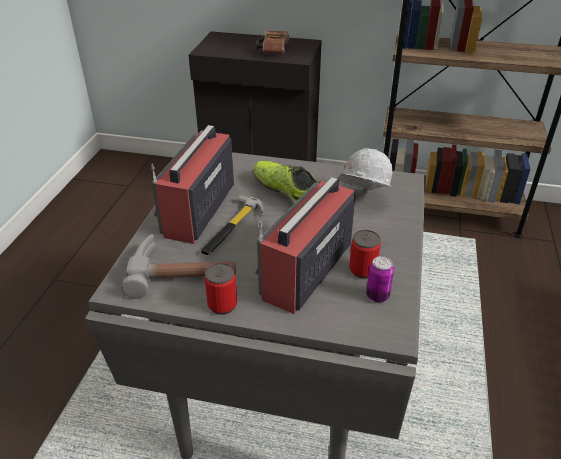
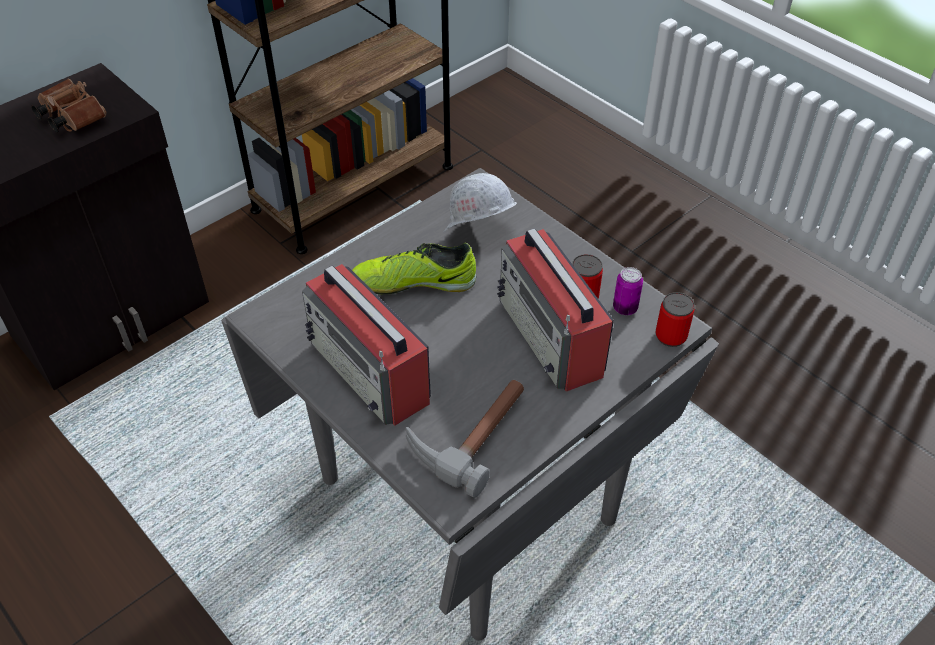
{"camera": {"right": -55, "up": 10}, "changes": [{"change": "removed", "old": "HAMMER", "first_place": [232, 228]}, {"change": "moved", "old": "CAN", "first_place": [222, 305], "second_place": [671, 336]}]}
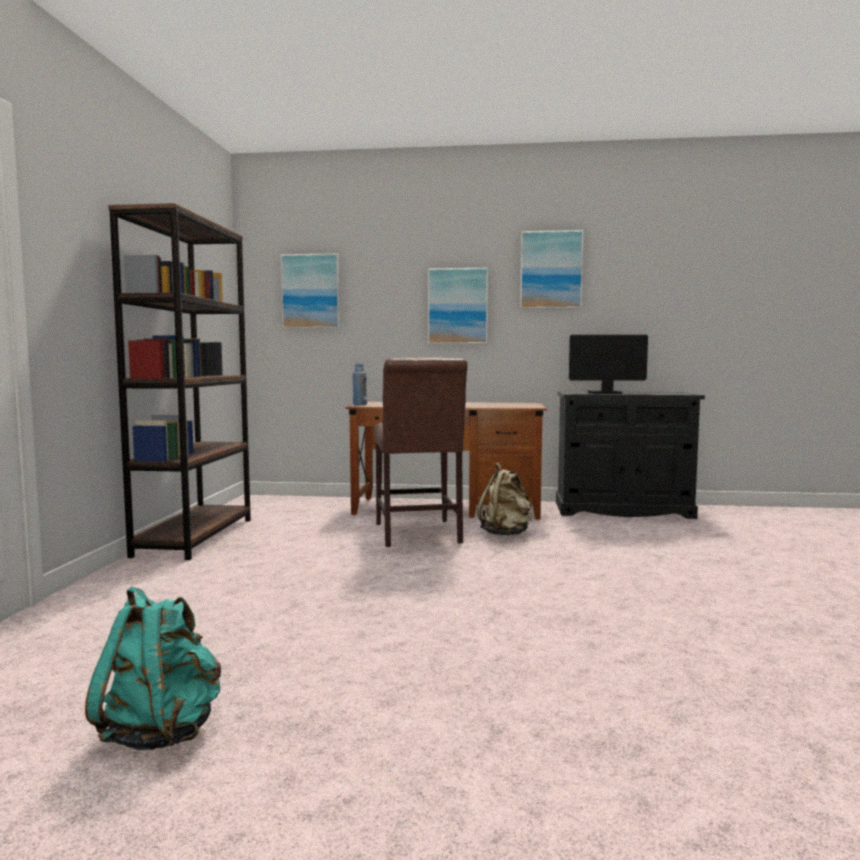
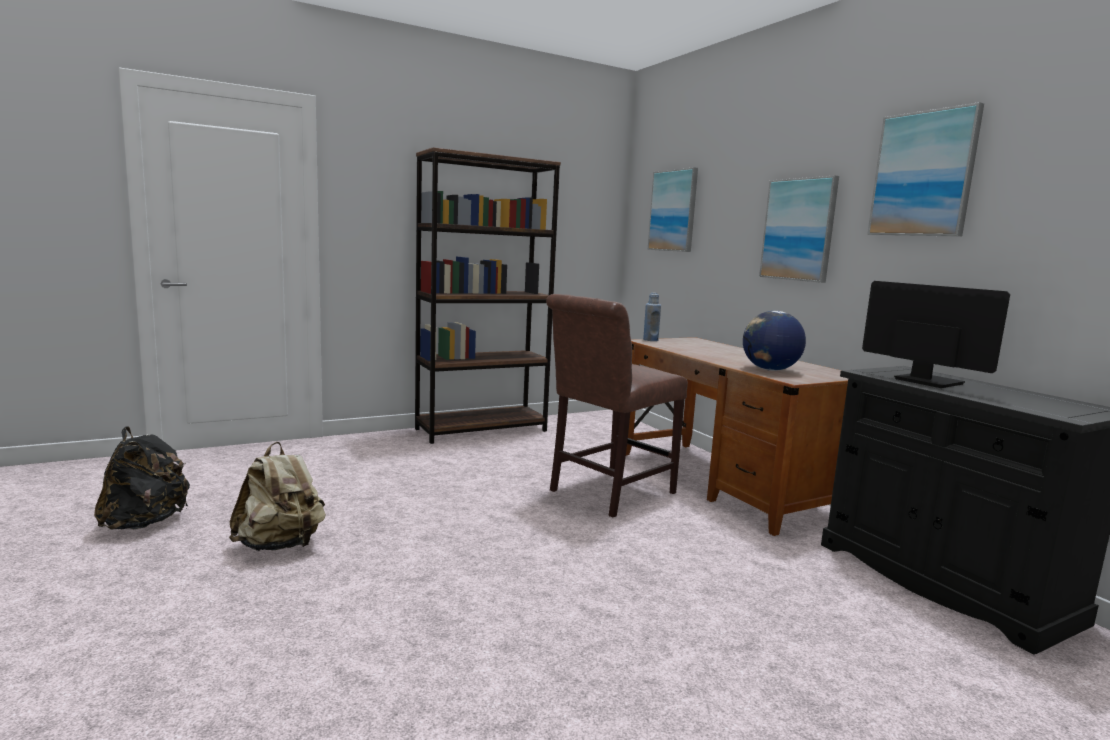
{"camera": {"right": 55, "up": 5}, "changes": [{"change": "added", "new": "GLOBE", "second_place": [770, 370]}, {"change": "moved", "old": "BEIGE BACKPACK", "first_place": [506, 534], "second_place": [280, 545]}, {"change": "recoloured", "old": "TURQUOISE BACKPACK", "new": "BLACK BACKPACK", "first_place": [161, 731], "second_place": [145, 523]}]}
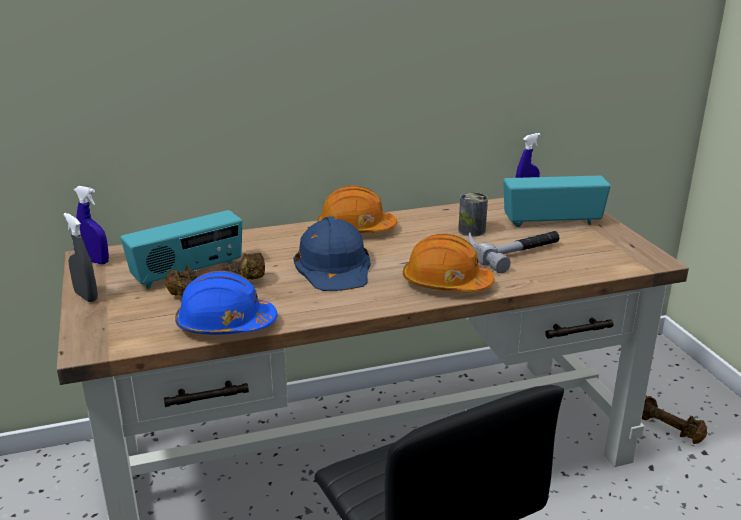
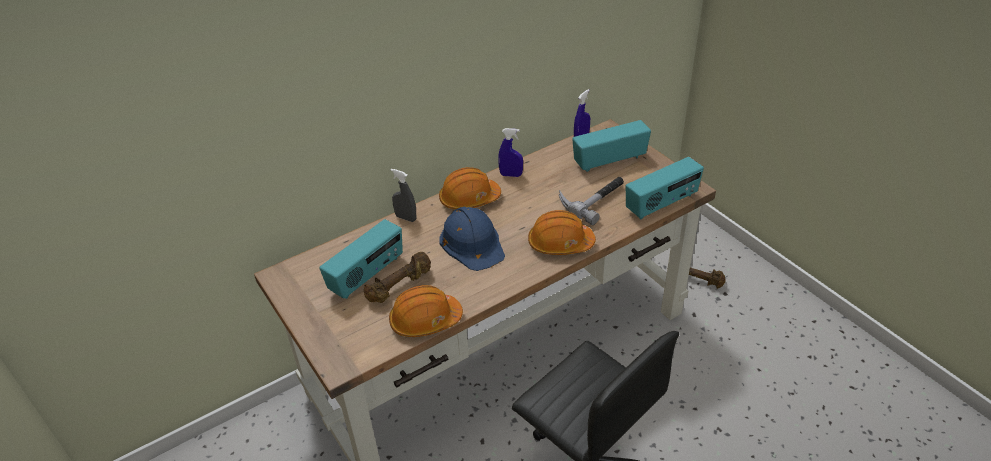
{"camera": {"right": -15, "up": 15}, "changes": [{"change": "removed", "old": "CAN", "first_place": [471, 231]}, {"change": "added", "new": "RADIO", "second_place": [662, 204]}, {"change": "moved", "old": "GREY SPRAY BOTTLE", "first_place": [86, 296], "second_place": [406, 218]}, {"change": "moved", "old": "BLUE SPRAY BOTTLE", "first_place": [95, 261], "second_place": [511, 175]}, {"change": "recoloured", "old": "BLUE HARD HAT", "new": "ORANGE HARD HAT", "first_place": [225, 324], "second_place": [425, 320]}]}
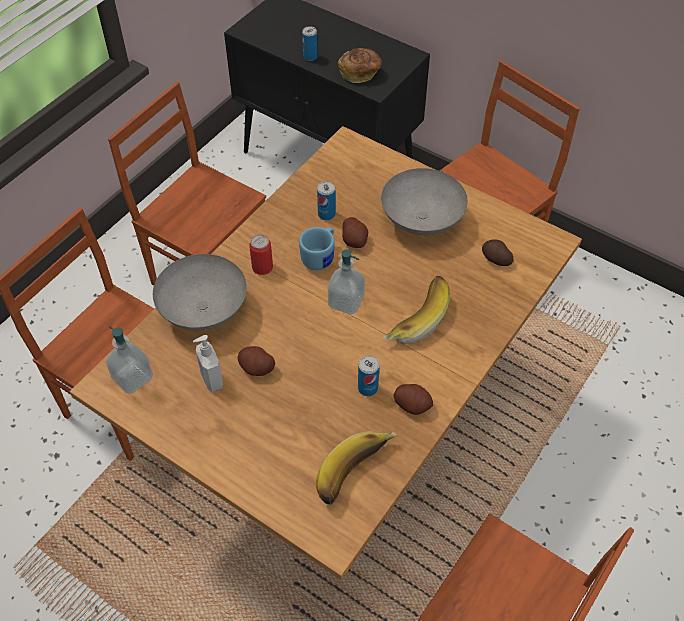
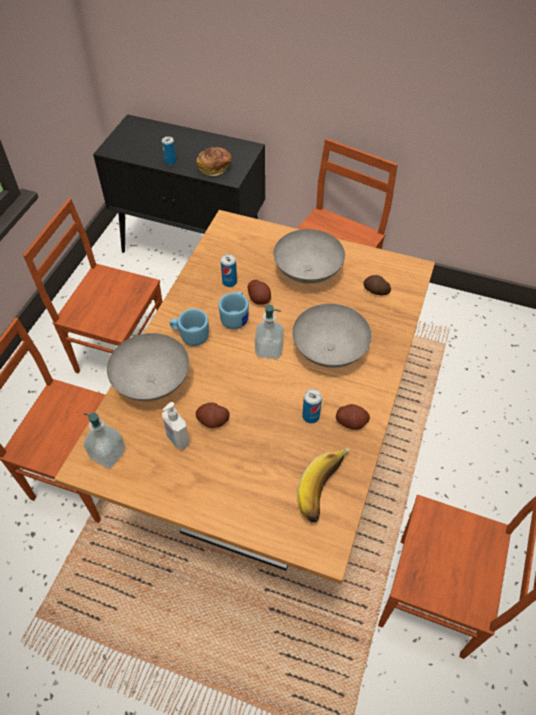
{"camera": {"right": -15, "up": 0}, "changes": [{"change": "replaced", "old": "CAN", "new": "BLUE MUG", "first_place": [262, 267], "second_place": [190, 336]}, {"change": "replaced", "old": "BANANA", "new": "GREY BOWL", "first_place": [414, 317], "second_place": [328, 350]}]}
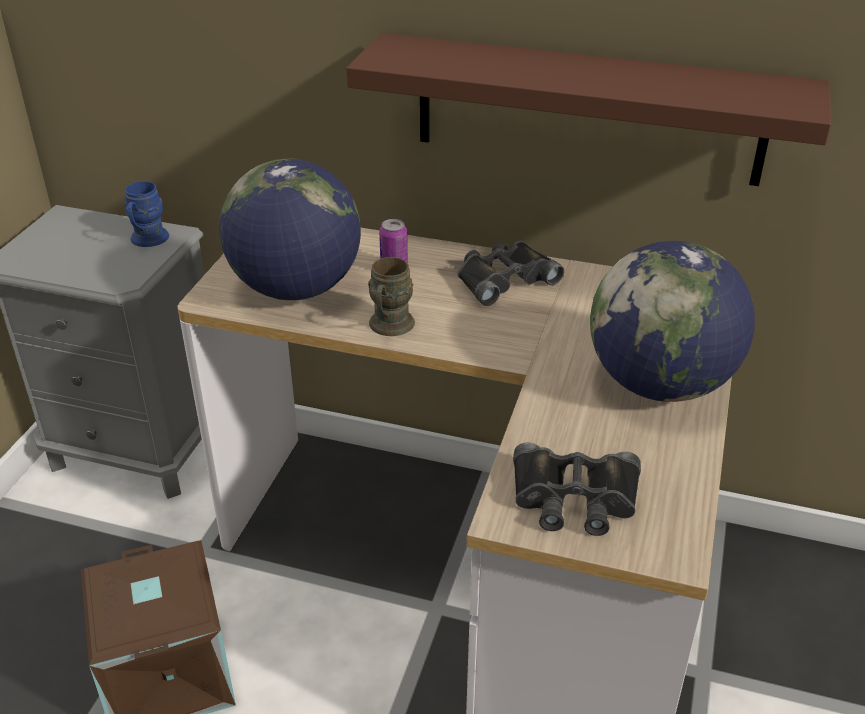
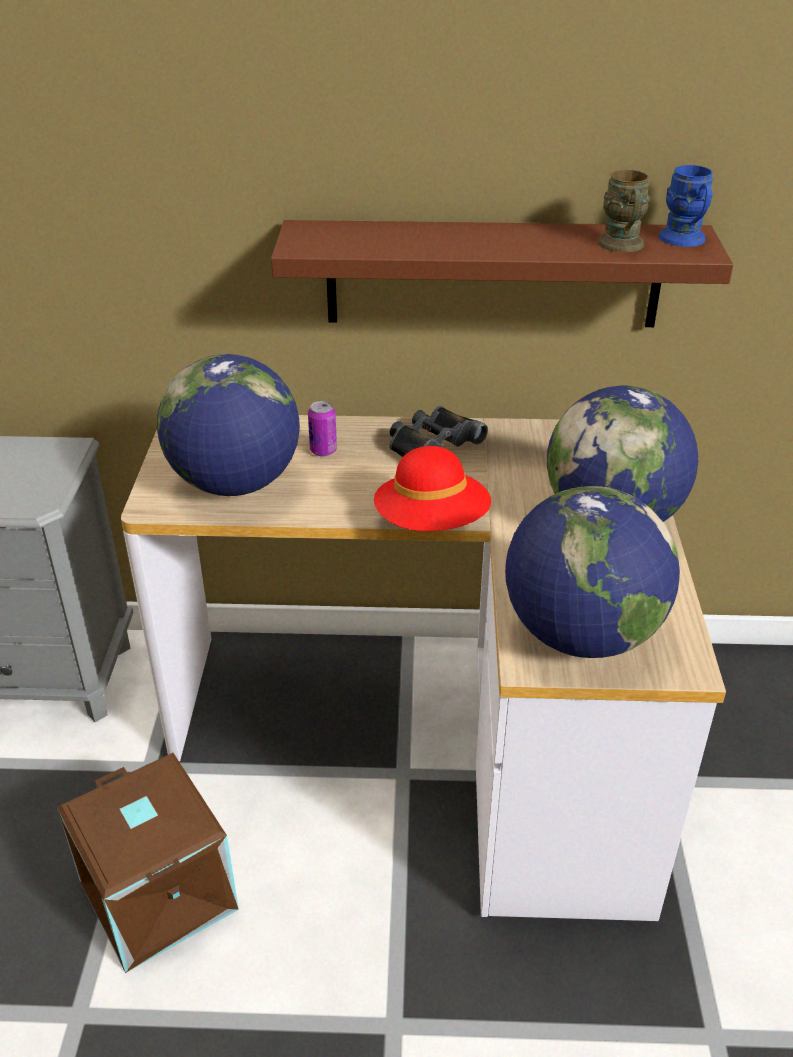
{"camera": {"right": -15, "up": 0}, "changes": [{"change": "added", "new": "RED HAT", "second_place": [432, 523]}, {"change": "moved", "old": "BLUE MUG", "first_place": [147, 241], "second_place": [685, 241]}, {"change": "moved", "old": "BROWN MUG", "first_place": [389, 328], "second_place": [622, 247]}, {"change": "replaced", "old": "BLACK BINOCULARS", "new": "GLOBE", "first_place": [574, 498], "second_place": [581, 635]}]}
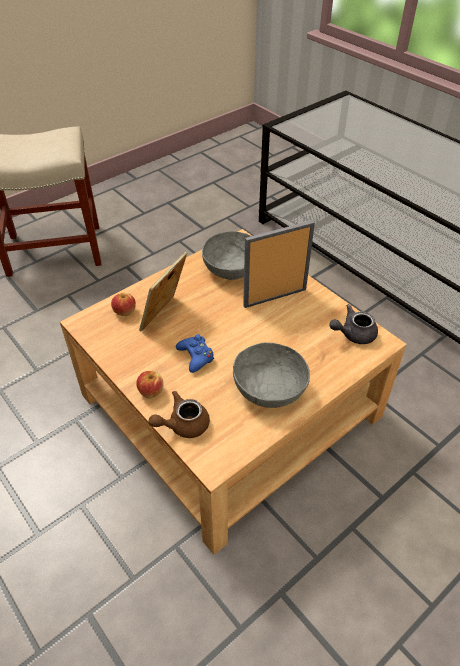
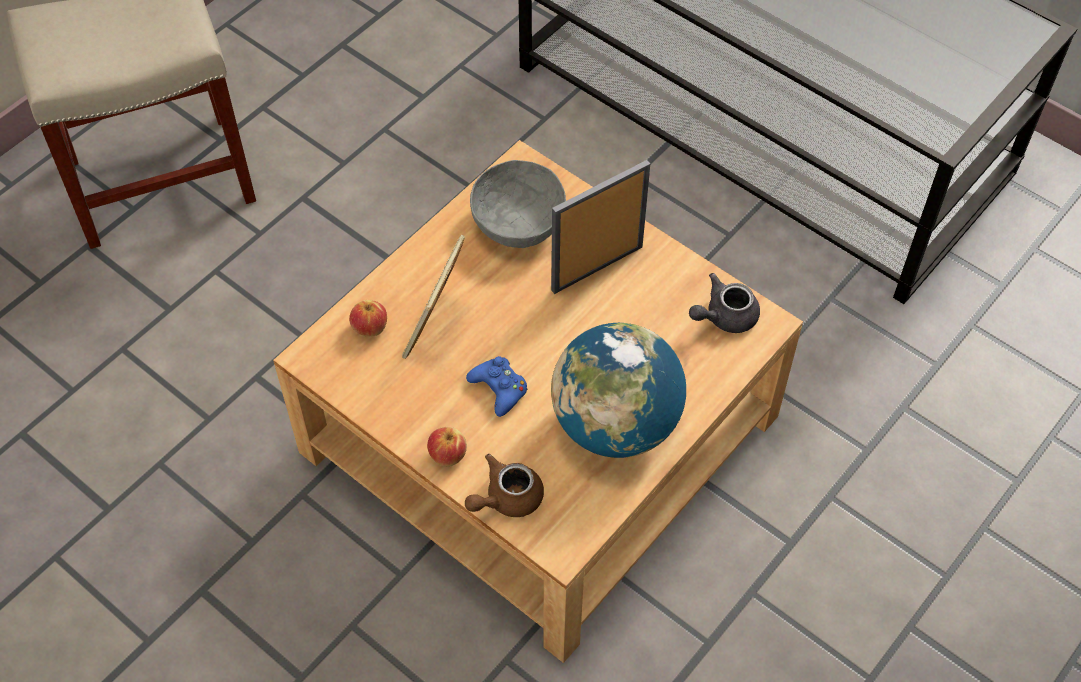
{"camera": {"right": -10, "up": 10}, "changes": [{"change": "replaced", "old": "GREY BOWL", "new": "GLOBE", "first_place": [269, 388], "second_place": [616, 424]}]}
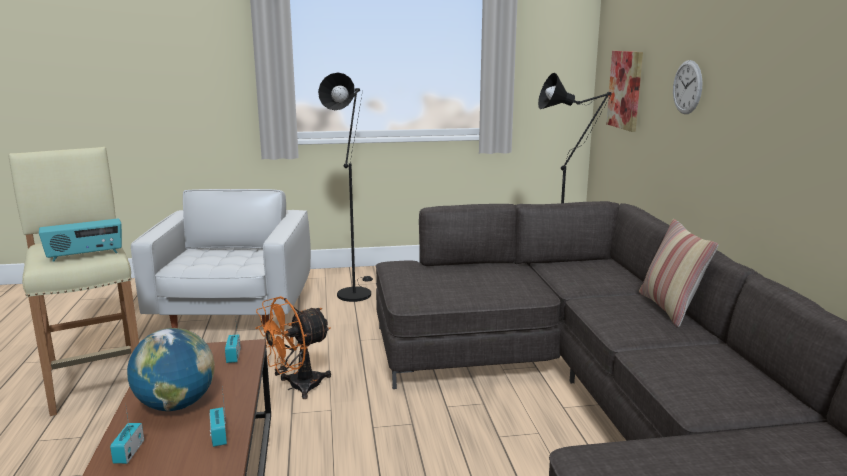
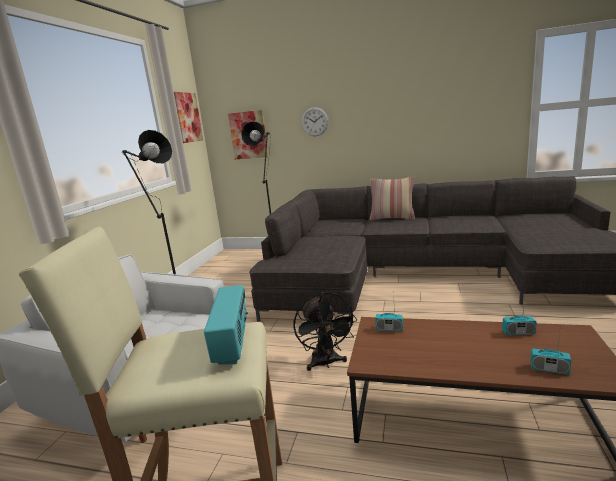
{"camera": {"right": -65, "up": 0}, "changes": [{"change": "removed", "old": "GLOBE", "first_place": [176, 405]}, {"change": "added", "new": "PICTURE", "second_place": [187, 117]}, {"change": "recoloured", "old": "ORANGE FAN", "new": "BLACK FAN", "first_place": [297, 387], "second_place": [326, 363]}]}
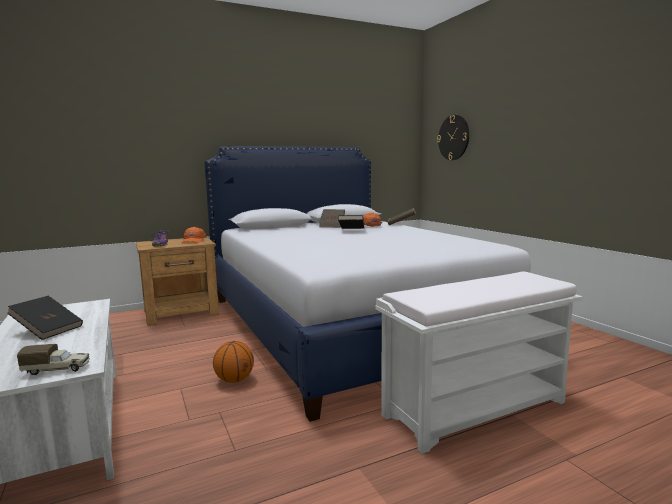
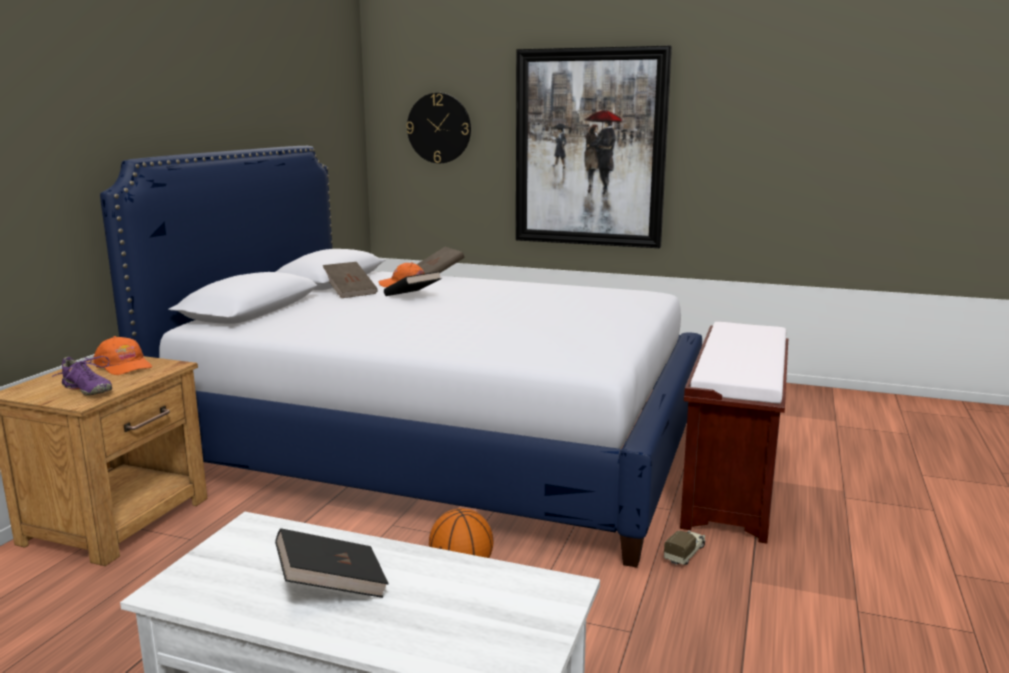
{"camera": {"right": -45, "up": 5}, "changes": [{"change": "added", "new": "PICTURE", "second_place": [590, 148]}, {"change": "moved", "old": "TOY TRUCK", "first_place": [57, 369], "second_place": [685, 554]}, {"change": "recoloured", "old": "WHITE BENCH", "new": "BROWN BENCH", "first_place": [476, 408], "second_place": [730, 485]}]}
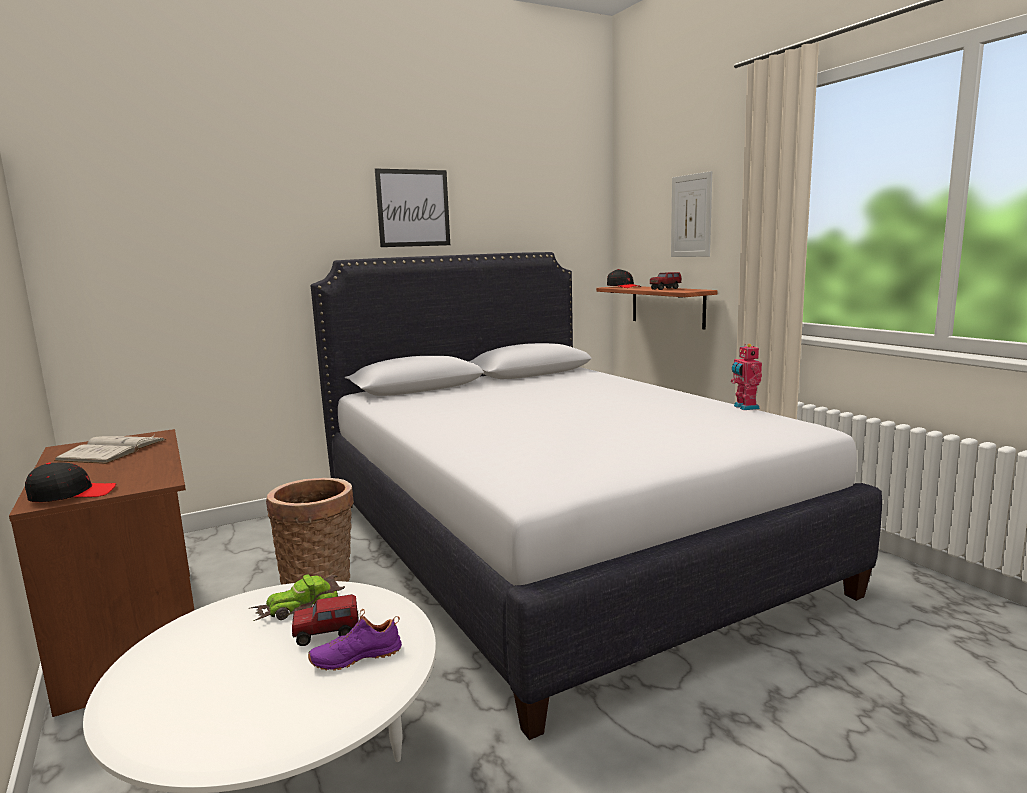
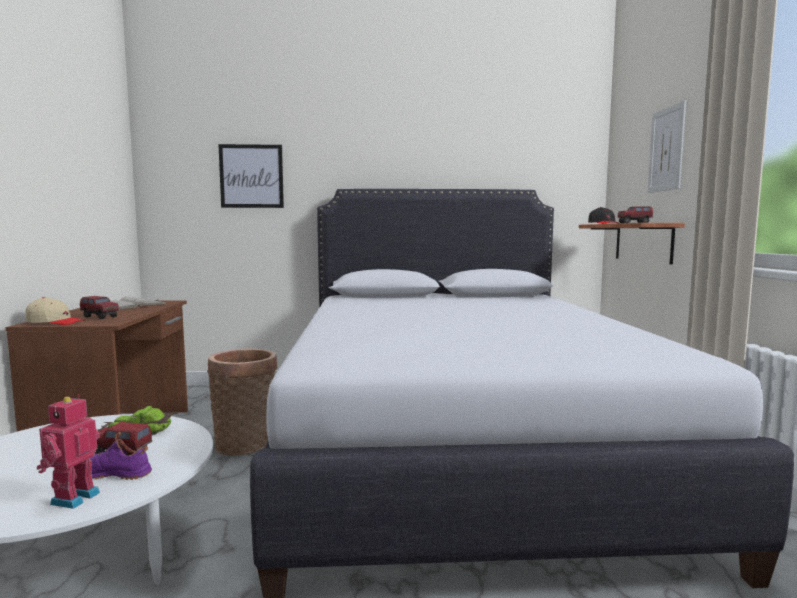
{"camera": {"right": 25, "up": -5}, "changes": [{"change": "added", "new": "TOY TRUCK", "second_place": [100, 317]}, {"change": "moved", "old": "PICTURE", "first_place": [413, 208], "second_place": [251, 176]}, {"change": "moved", "old": "TOY ROBOT", "first_place": [744, 407], "second_place": [73, 498]}, {"change": "recoloured", "old": "BLACK CAP", "new": "BEIGE CAP", "first_place": [72, 494], "second_place": [55, 322]}]}
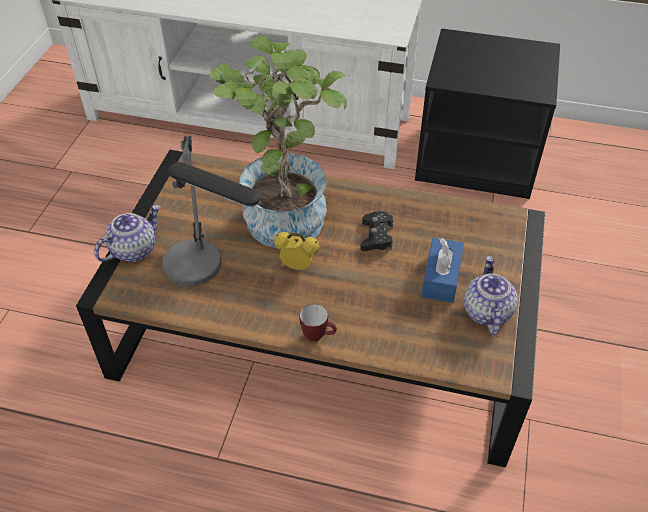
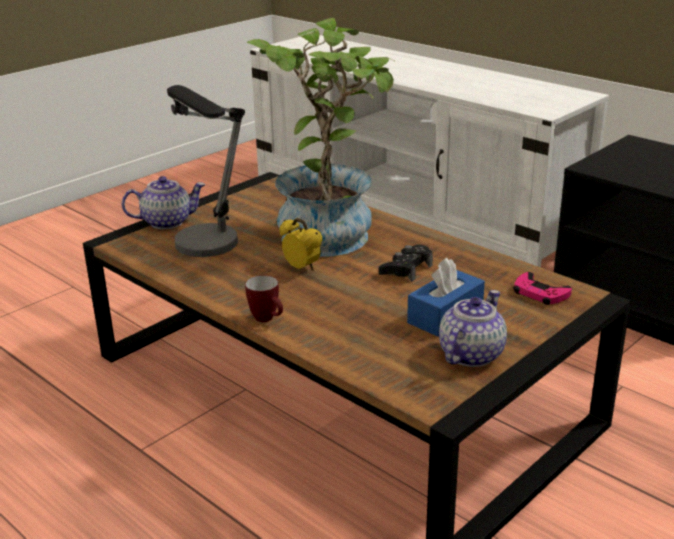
{"camera": {"right": 30, "up": -20}, "changes": [{"change": "added", "new": "PINK GAME CONTROLLER", "second_place": [539, 293]}]}
